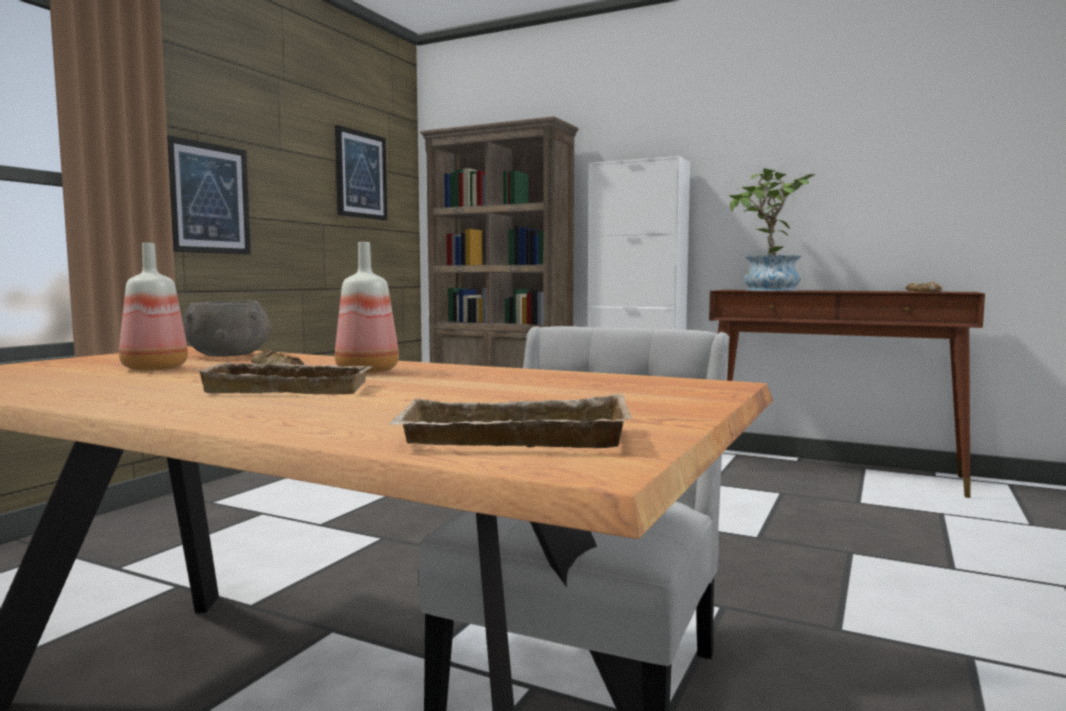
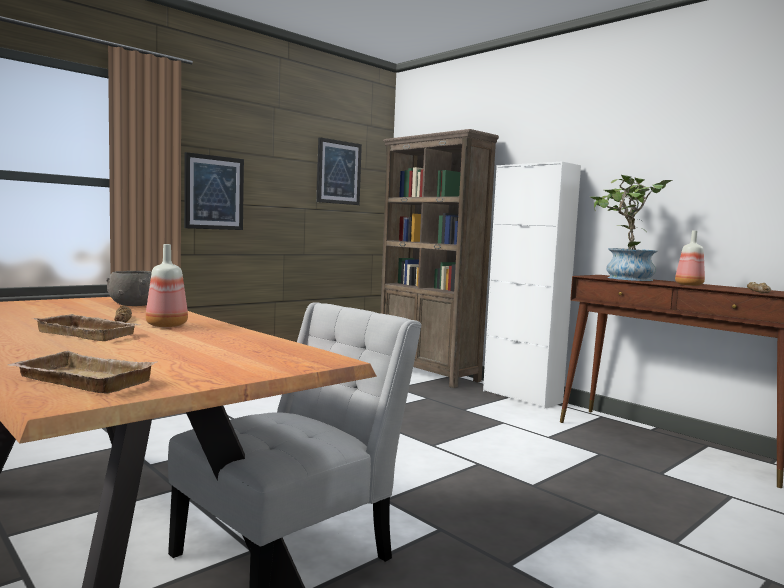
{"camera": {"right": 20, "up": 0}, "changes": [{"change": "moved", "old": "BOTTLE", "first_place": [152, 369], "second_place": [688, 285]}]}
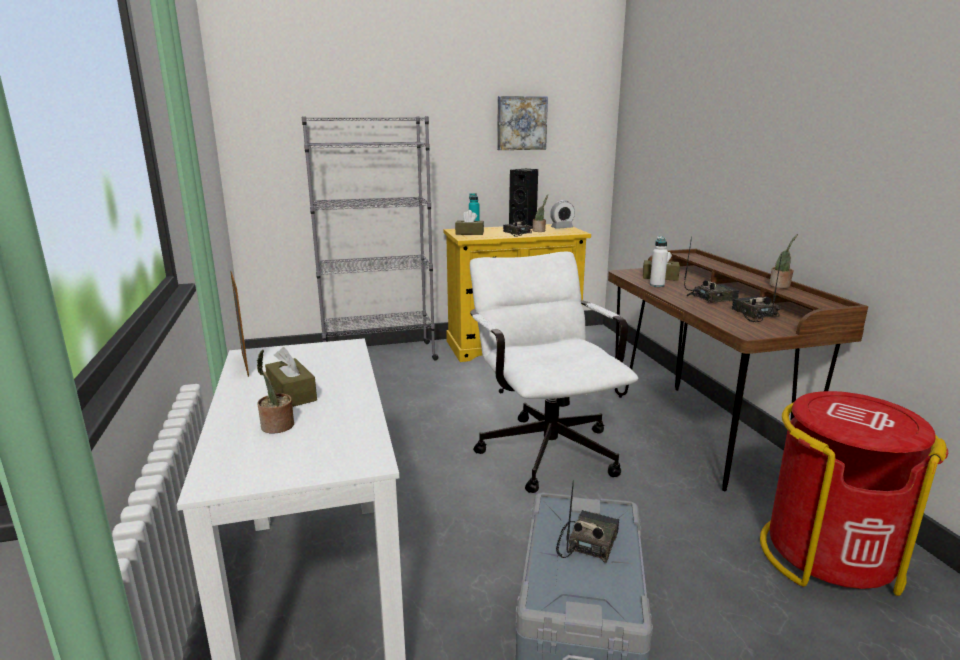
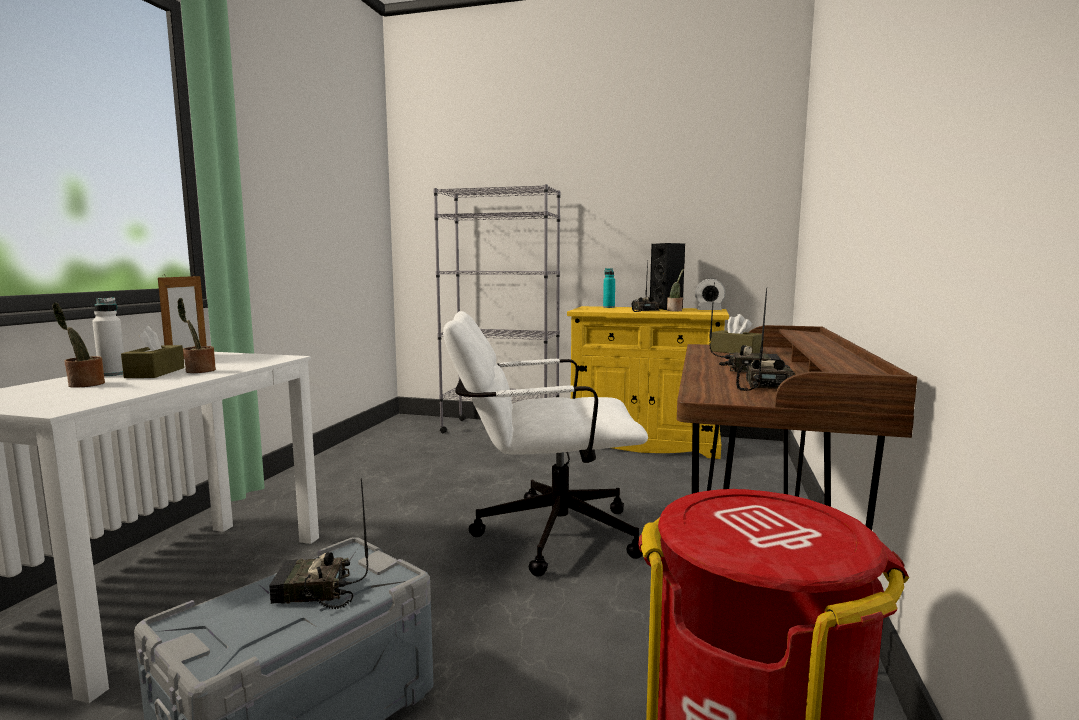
{"camera": {"right": 30, "up": -10}, "changes": [{"change": "removed", "old": "BROWN TISSUE BOX", "first_place": [469, 233]}, {"change": "removed", "old": "PICTURE", "first_place": [521, 123]}, {"change": "moved", "old": "WHITE BOTTLE", "first_place": [657, 285], "second_place": [112, 374]}, {"change": "moved", "old": "POTTED PLANT", "first_place": [780, 286], "second_place": [198, 371]}, {"change": "turned", "old": "WHITE OFFICE CHAIR", "first_place": [544, 446], "second_place": [542, 534], "degrees": -105}, {"change": "turned", "old": "RADIO", "first_place": [587, 543], "second_place": [313, 593], "degrees": -150}]}
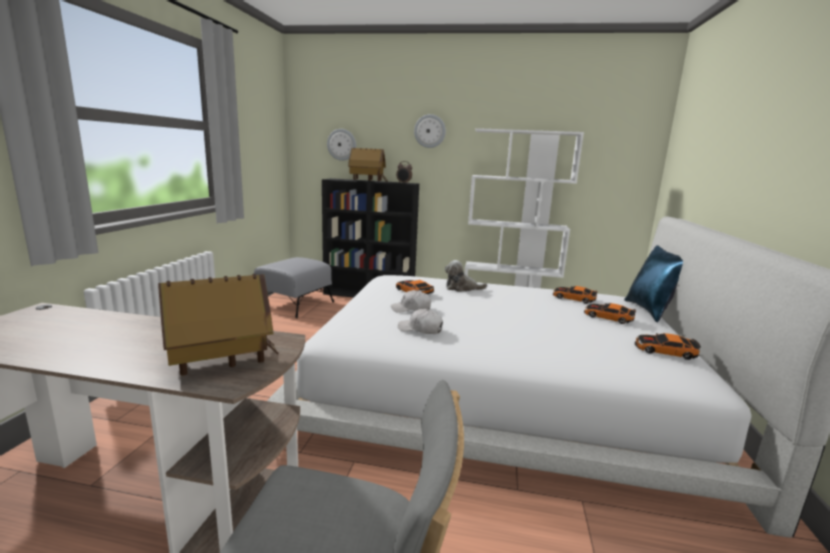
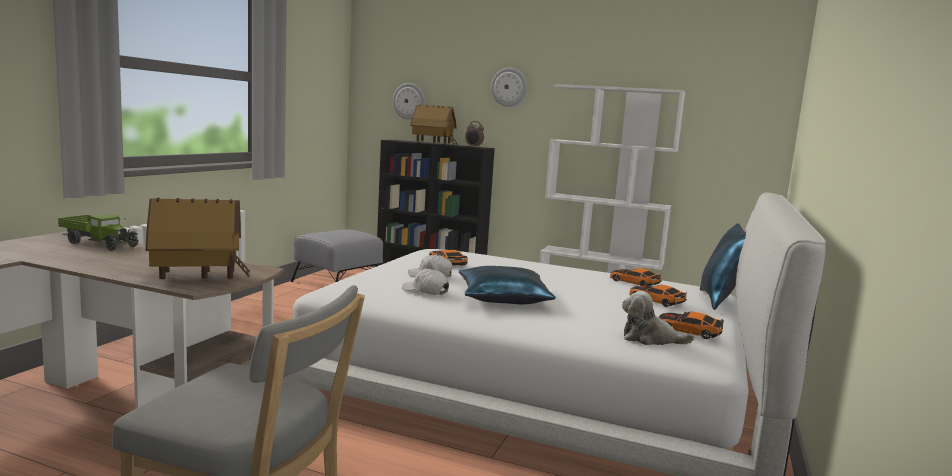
{"camera": {"right": 10, "up": -5}, "changes": [{"change": "added", "new": "TOY TRUCK", "second_place": [100, 243]}, {"change": "added", "new": "BLUE PILLOW", "second_place": [503, 298]}, {"change": "moved", "old": "PLUSH TOY", "first_place": [461, 288], "second_place": [650, 339]}]}
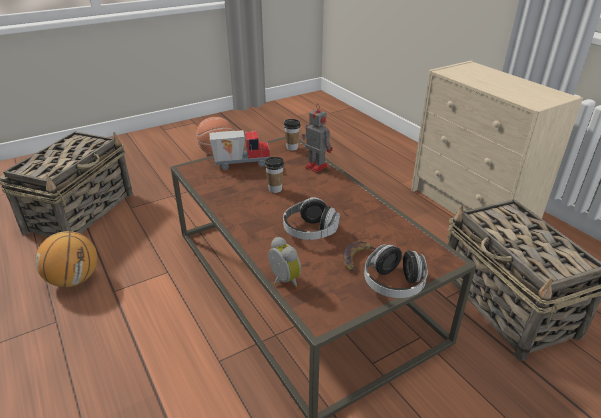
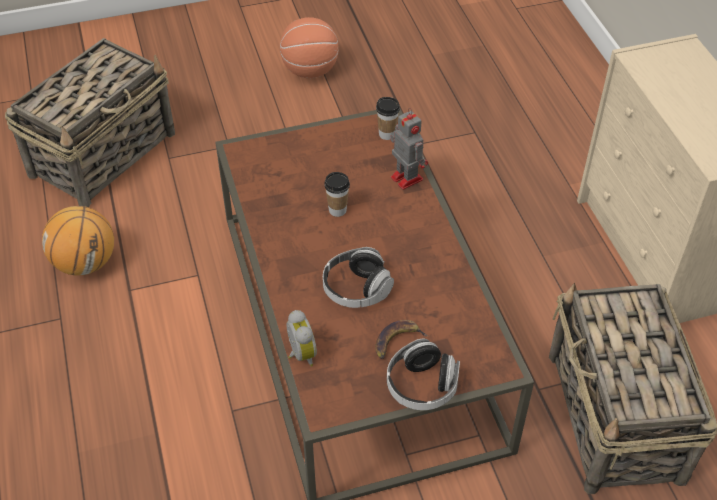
{"camera": {"right": 15, "up": 15}, "changes": [{"change": "removed", "old": "TOY TRUCK", "first_place": [241, 163]}]}
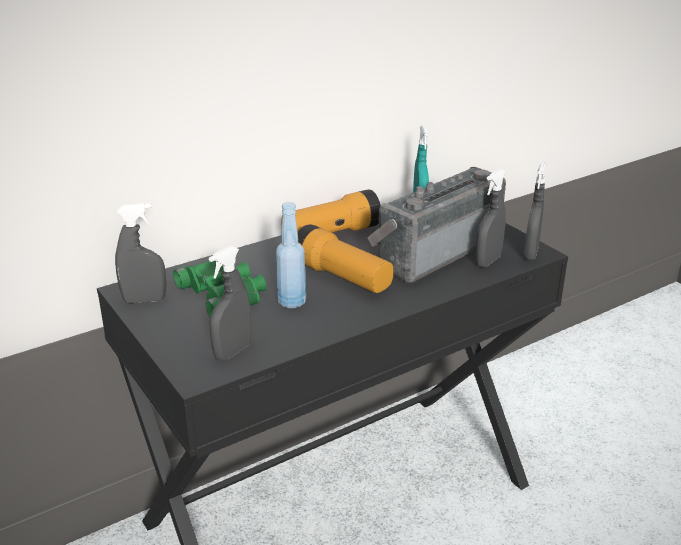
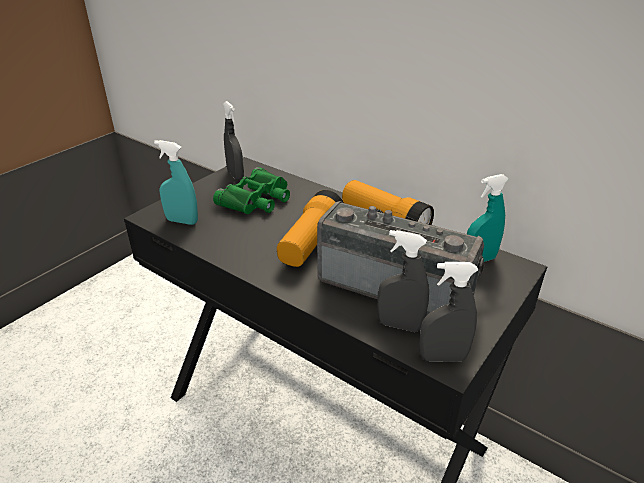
{"camera": {"right": 70, "up": 5}, "changes": [{"change": "removed", "old": "BLUE BOTTLE", "first_place": [291, 302]}, {"change": "recoloured", "old": "GREY SPRAY BOTTLE", "new": "TURQUOISE SPRAY BOTTLE", "first_place": [232, 351], "second_place": [182, 221]}]}
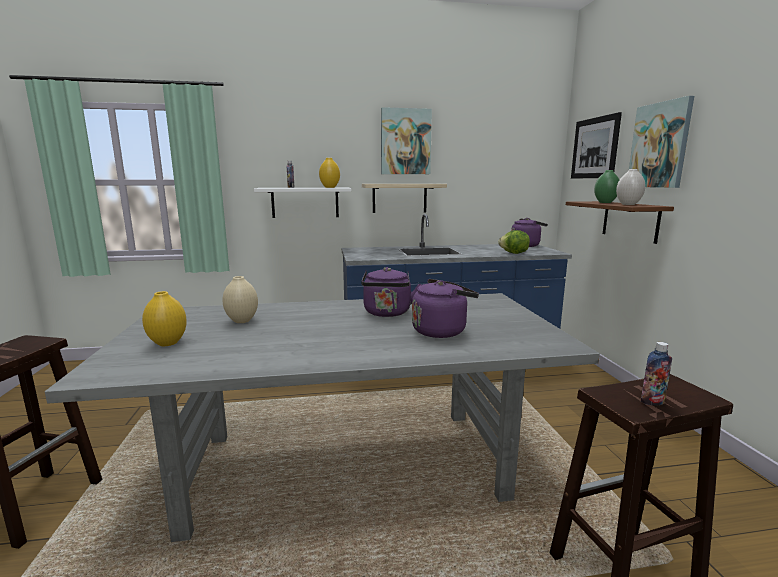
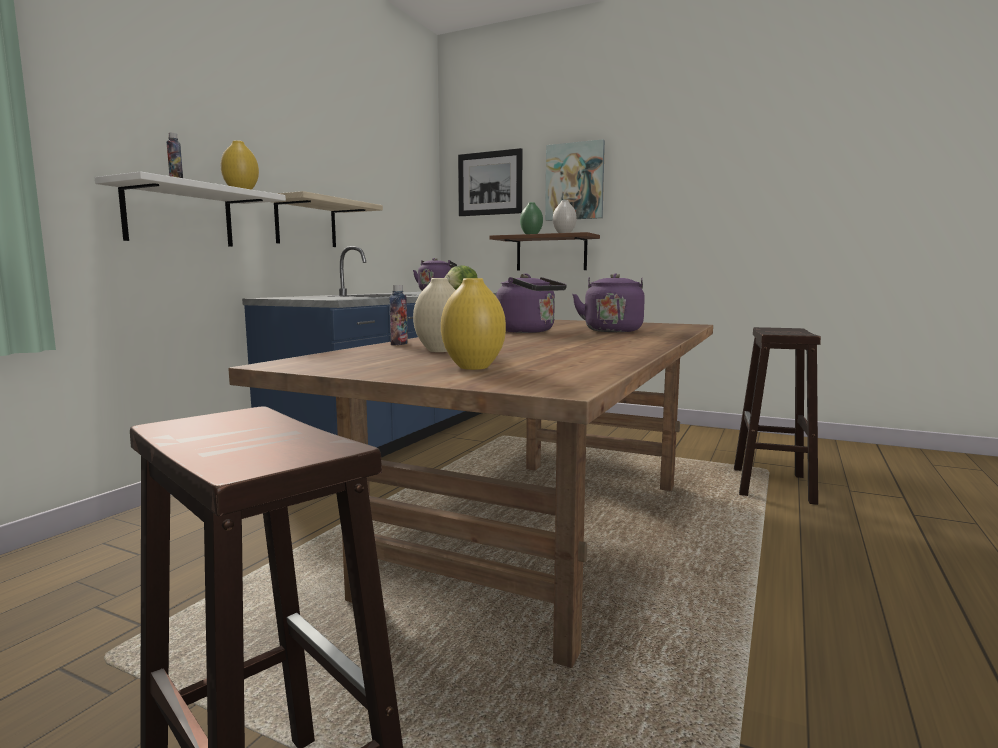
{"camera": {"right": -55, "up": -5}, "changes": [{"change": "removed", "old": "PICTURE", "first_place": [405, 142]}, {"change": "moved", "old": "BOTTLE", "first_place": [652, 402], "second_place": [399, 344]}, {"change": "recoloured", "old": "GREY DINING TABLE", "new": "BROWN DINING TABLE", "first_place": [345, 467], "second_place": [543, 534]}]}
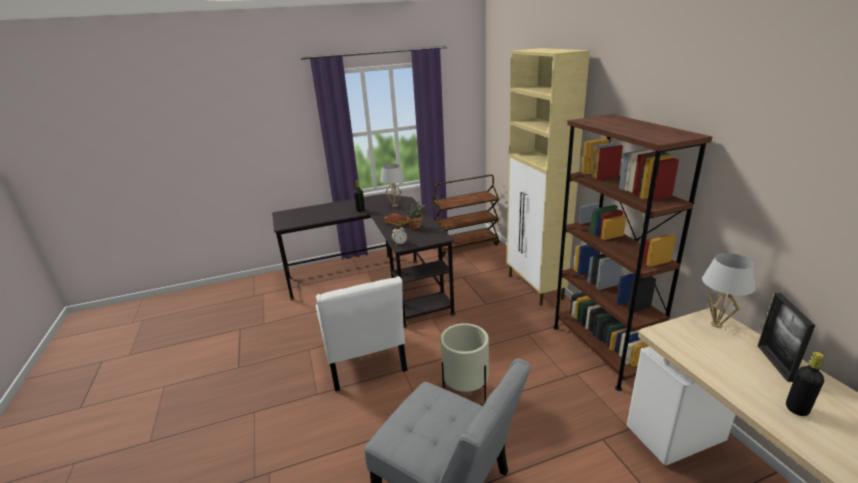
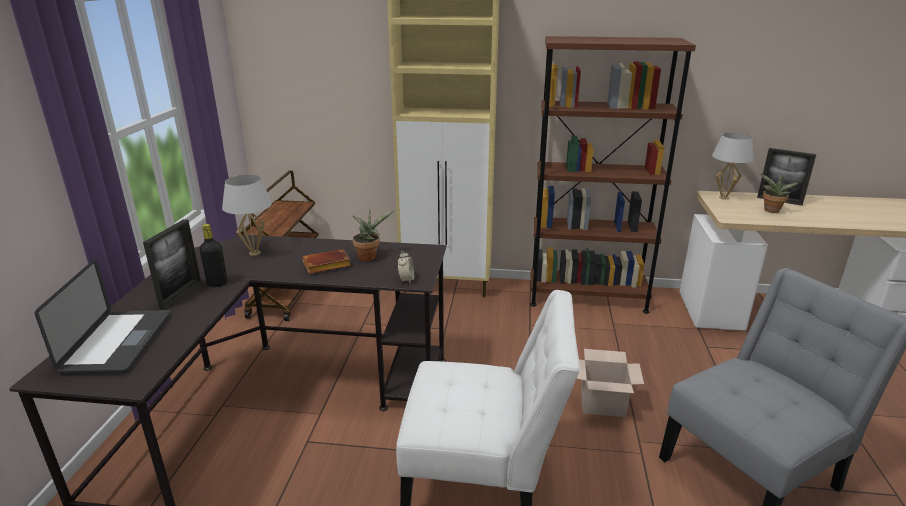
{"camera": {"right": -65, "up": 0}, "changes": [{"change": "removed", "old": "BLACK BOTTLE", "first_place": [796, 409]}, {"change": "added", "new": "LAPTOP", "second_place": [118, 343]}, {"change": "added", "new": "PICTURE FRAME", "second_place": [181, 295]}, {"change": "added", "new": "POTTED PLANT", "second_place": [771, 211]}, {"change": "replaced", "old": "BEIGE PLANTER", "new": "CARDBOARD BOX", "first_place": [466, 392], "second_place": [604, 403]}]}
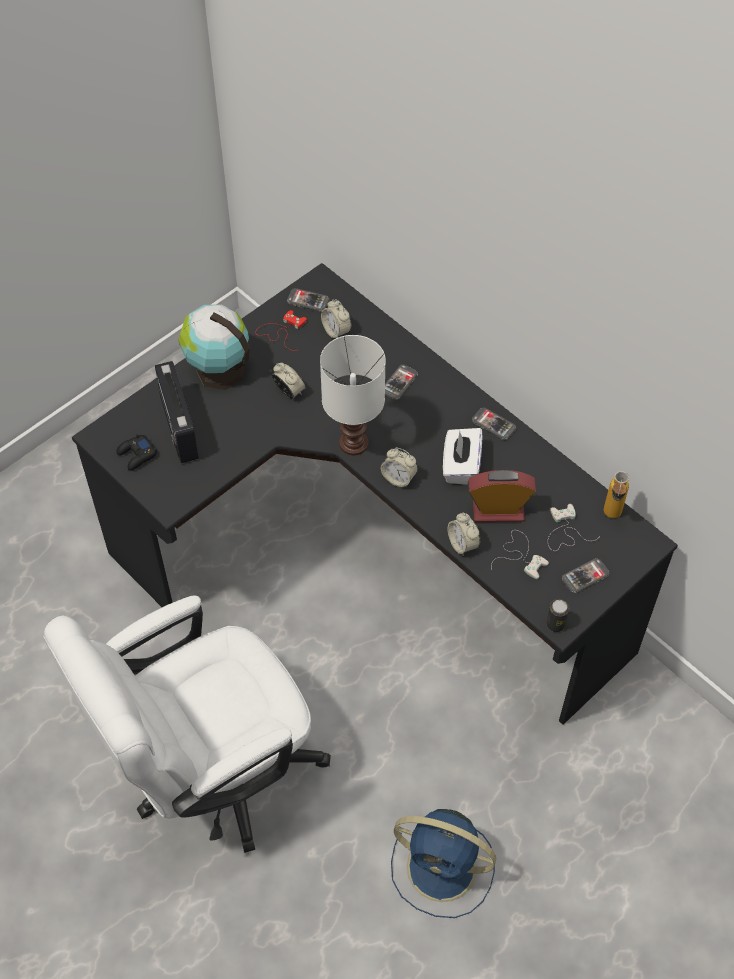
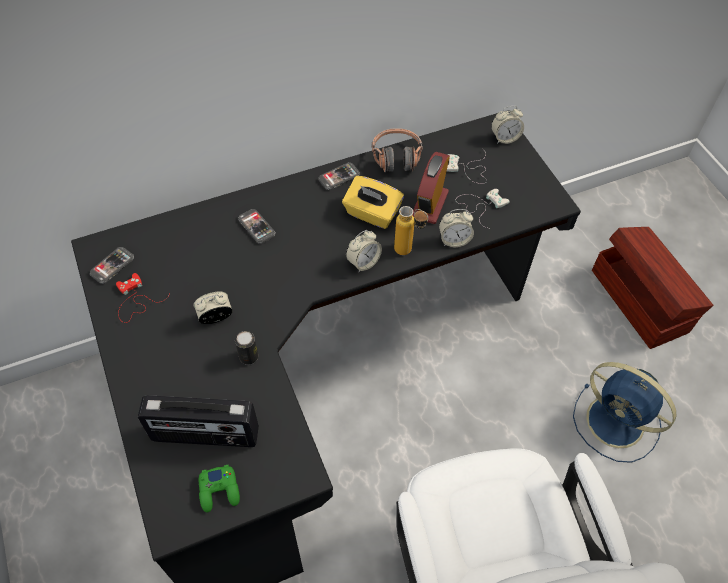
{"camera": {"right": -70, "up": 0}, "changes": [{"change": "removed", "old": "GLOBE", "first_place": [218, 370]}, {"change": "removed", "old": "WHITE TABLE LAMP", "first_place": [354, 442]}, {"change": "removed", "old": "PHONE", "first_place": [585, 576]}, {"change": "added", "new": "HEADPHONES", "second_place": [396, 157]}, {"change": "added", "new": "BROWN STORAGE BOX", "second_place": [640, 299]}, {"change": "moved", "old": "ALARM CLOCK", "first_place": [336, 331], "second_place": [504, 138]}, {"change": "moved", "old": "CAN", "first_place": [555, 624], "second_place": [248, 357]}, {"change": "moved", "old": "BOTTLE", "first_place": [611, 517], "second_place": [409, 252]}, {"change": "recoloured", "old": "BLACK GAME CONTROLLER", "new": "GREEN GAME CONTROLLER", "first_place": [137, 455], "second_place": [219, 490]}, {"change": "recoloured", "old": "WHITE TISSUE BOX", "new": "YELLOW TISSUE BOX", "first_place": [461, 466], "second_place": [372, 214]}, {"change": "turned", "old": "BLUE FAN", "first_place": [444, 868], "second_place": [617, 423], "degrees": 90}]}
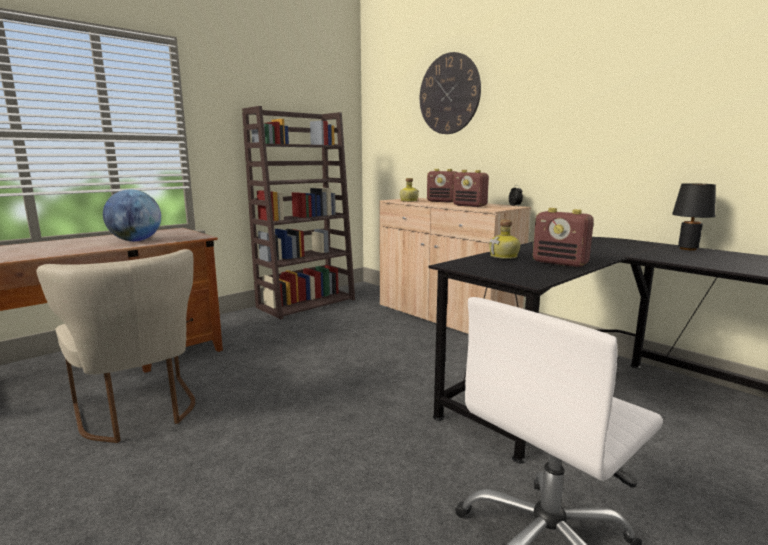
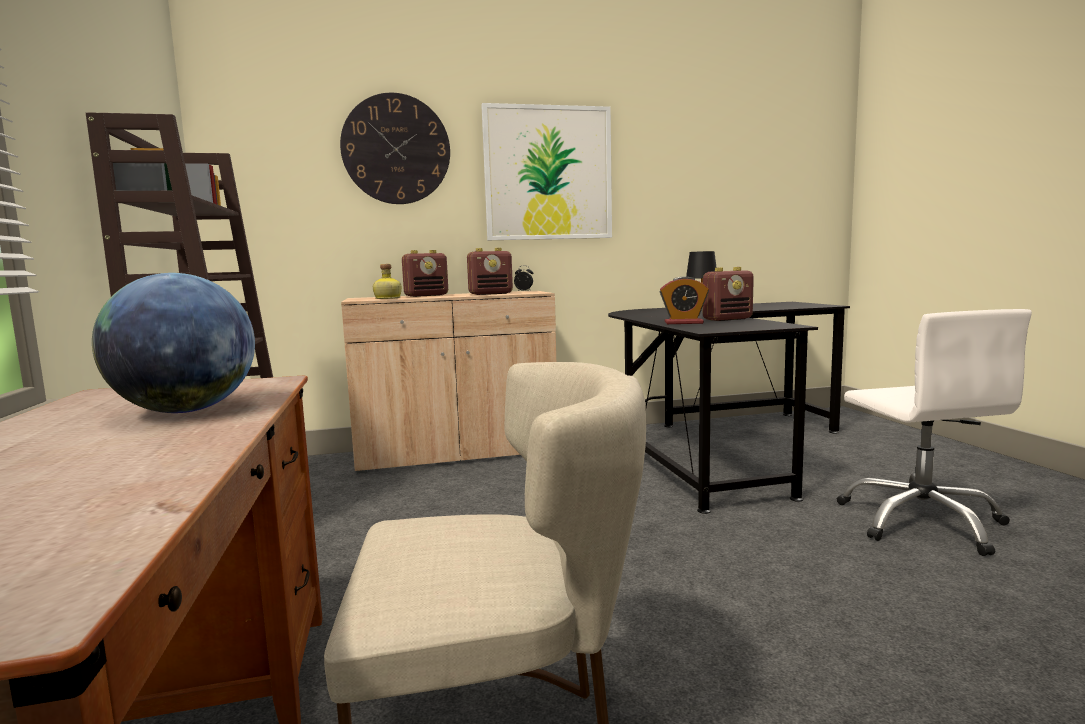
{"camera": {"right": -60, "up": -5}, "changes": [{"change": "added", "new": "PICTURE", "second_place": [548, 173]}, {"change": "replaced", "old": "BOTTLE", "new": "ALARM CLOCK", "first_place": [504, 256], "second_place": [683, 323]}]}
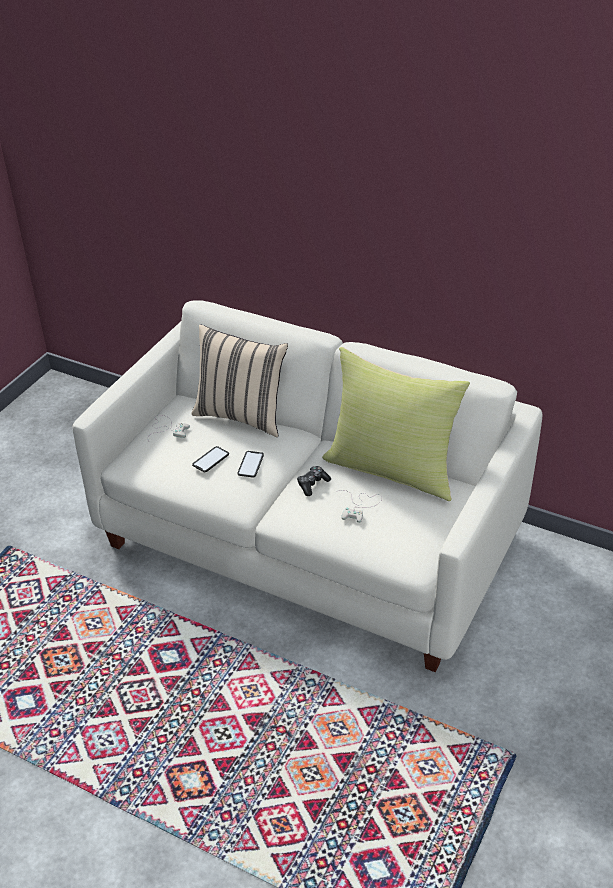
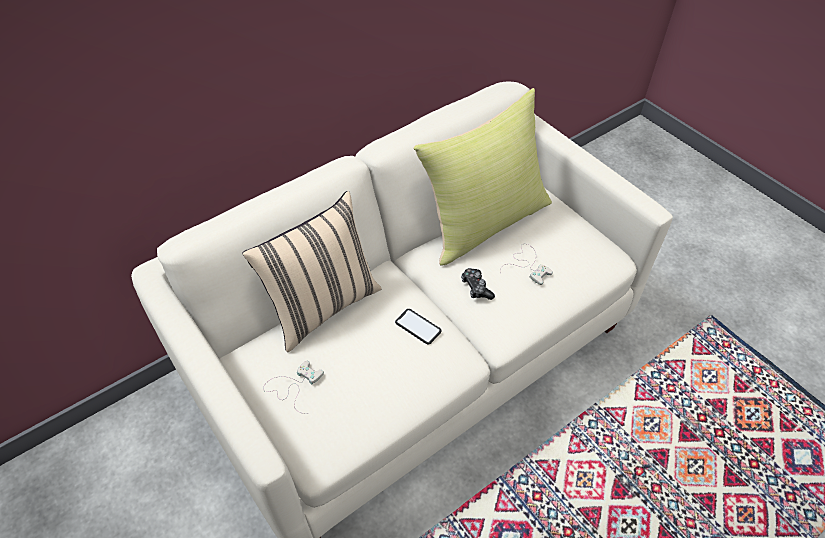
{"camera": {"right": -65, "up": 10}, "changes": [{"change": "removed", "old": "PHONE", "first_place": [210, 460]}]}
